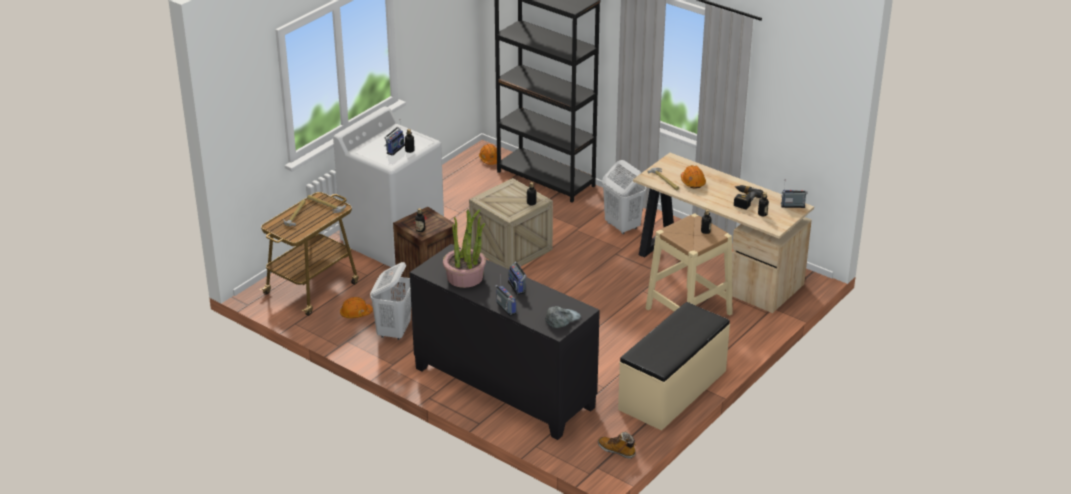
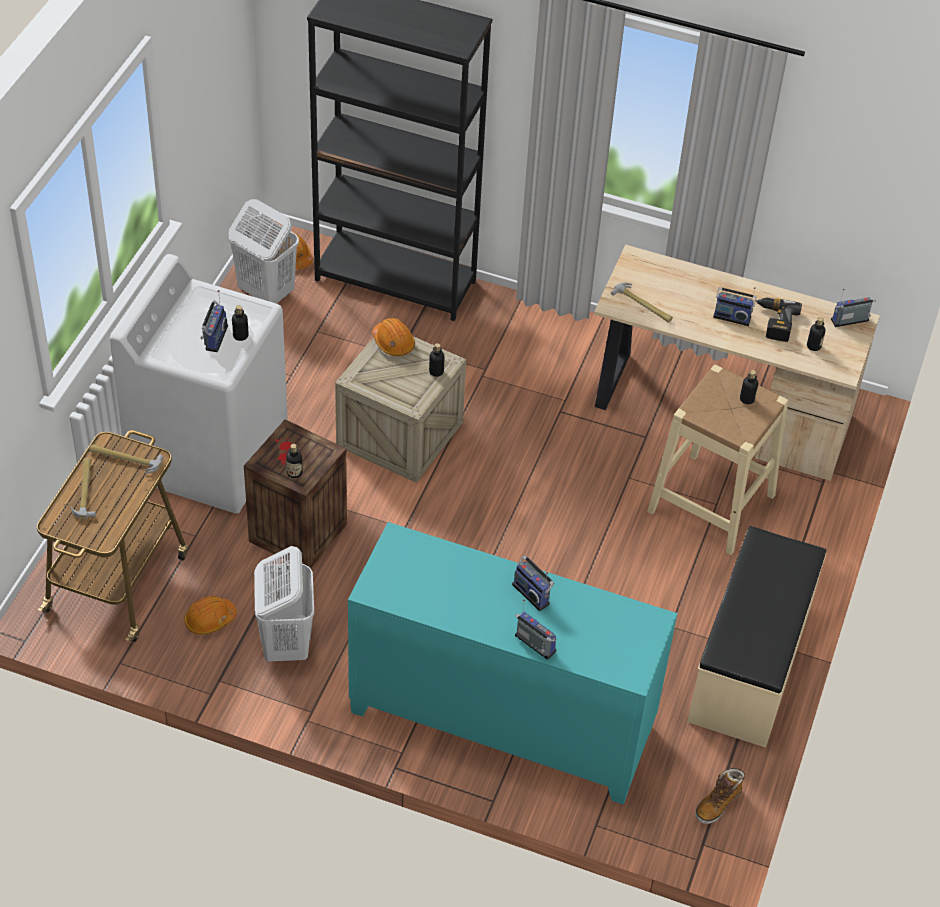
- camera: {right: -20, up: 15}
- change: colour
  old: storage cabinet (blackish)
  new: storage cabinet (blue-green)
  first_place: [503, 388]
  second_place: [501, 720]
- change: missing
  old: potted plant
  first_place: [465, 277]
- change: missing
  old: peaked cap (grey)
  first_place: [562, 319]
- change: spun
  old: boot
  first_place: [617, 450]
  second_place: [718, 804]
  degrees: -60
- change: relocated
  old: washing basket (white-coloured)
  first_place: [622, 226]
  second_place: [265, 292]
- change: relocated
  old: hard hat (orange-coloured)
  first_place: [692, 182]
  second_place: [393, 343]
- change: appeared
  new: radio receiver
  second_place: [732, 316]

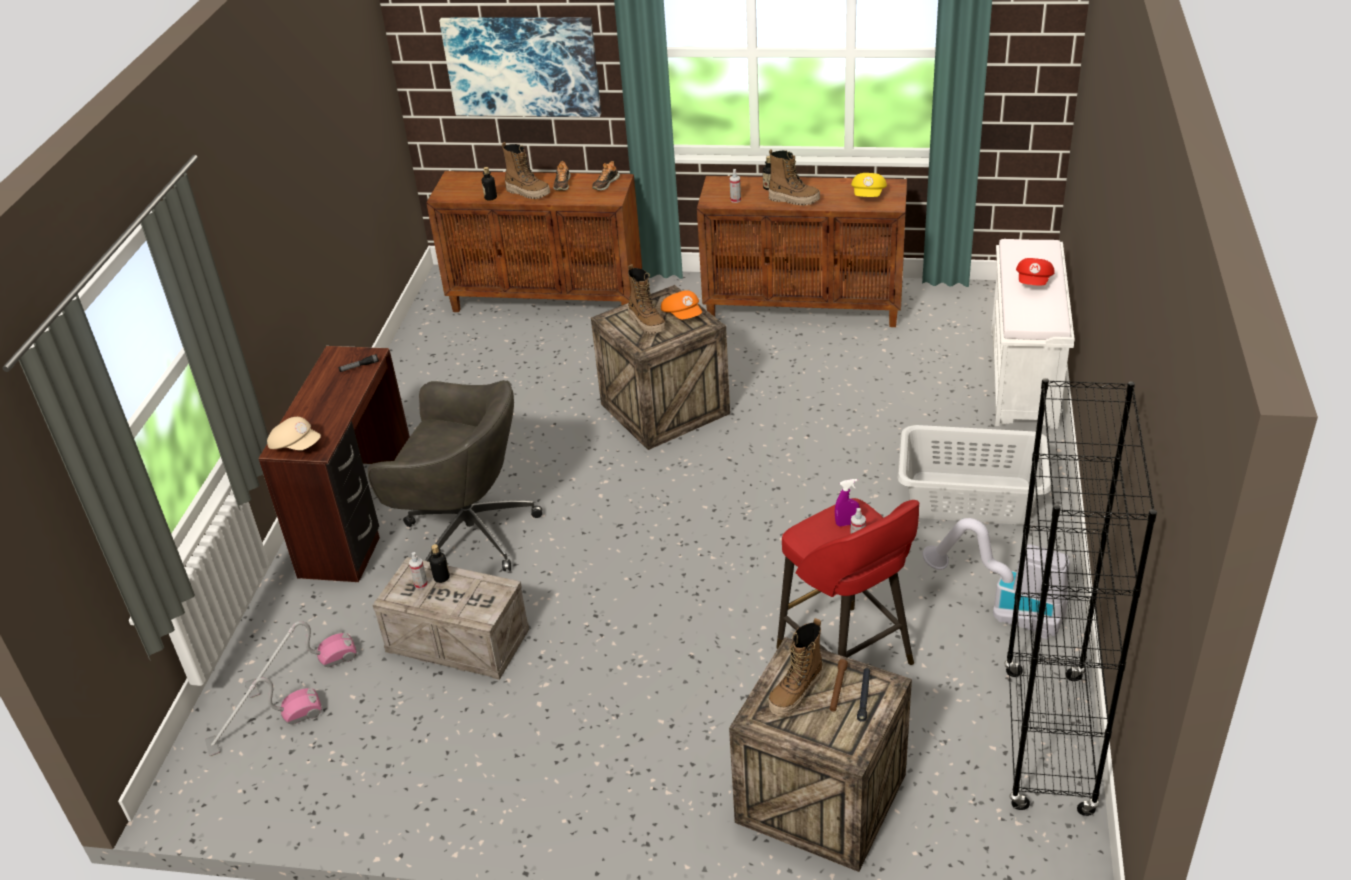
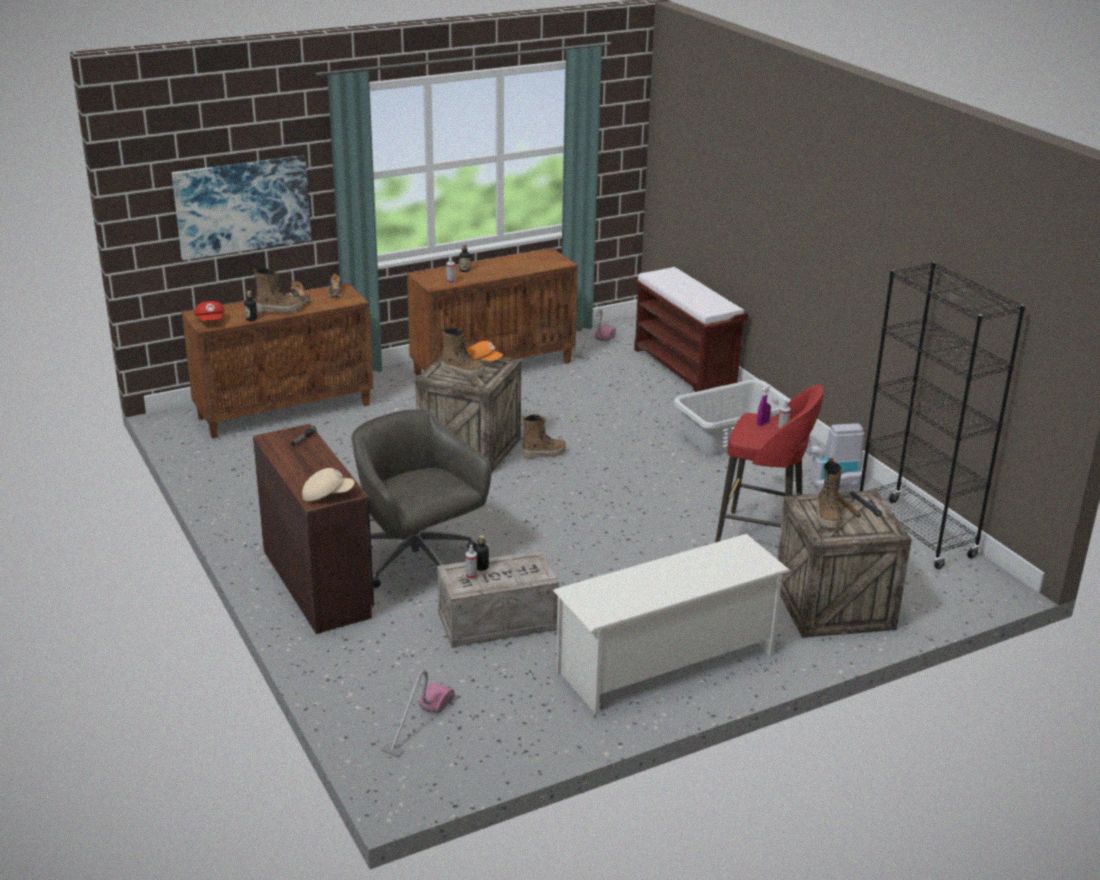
- camera: {right: -40, up: -10}
- change: relocated
  old: vacuum
  first_place: [302, 670]
  second_place: [595, 346]
- change: spun
  old: desk chair (grey)
  first_place: [467, 533]
  second_place: [418, 562]
  degrees: -105
- change: relocated
  old: boot
  first_place: [794, 199]
  second_place: [544, 453]
- change: missing
  old: peaked cap (yellowish)
  first_place: [869, 195]
- change: colour
  old: bench (white-coloured)
  new: bench (brown-coloured)
  first_place: [1024, 378]
  second_place: [685, 369]
- change: relocated
  old: peaked cap (red)
  first_place: [1034, 282]
  second_place: [211, 321]
- change: appeared
  new: shoe shelf (white-coloured)
  second_place: [667, 663]

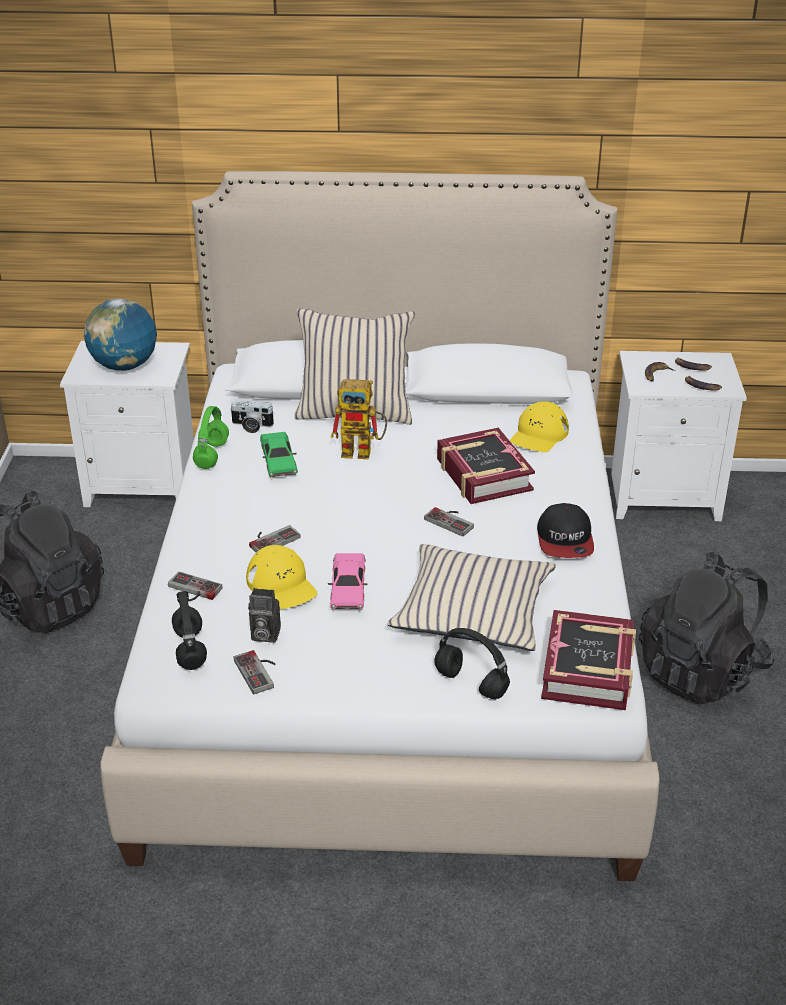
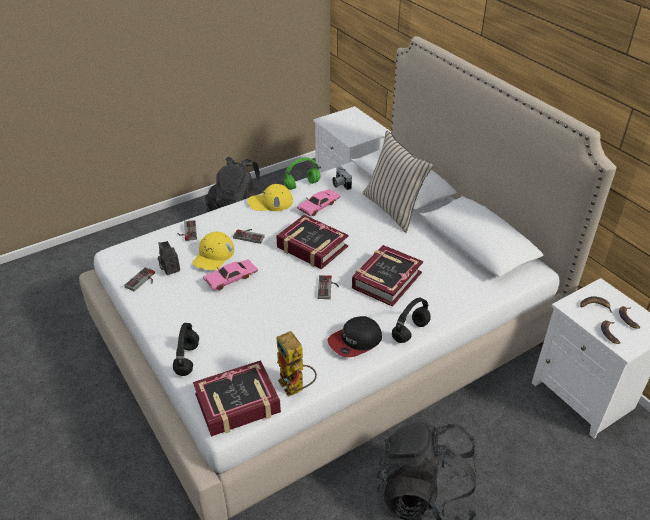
- camera: {right: 55, up: 5}
- change: missing
  old: globe
  first_place: [124, 366]
- change: relocated
  old: pair of headphones (blackish)
  first_place: [191, 650]
  second_place: [410, 332]
- change: colour
  old: toy car (green-coloured)
  new: toy car (pink)
  first_place: [278, 461]
  second_place: [319, 206]
- change: relocated
  old: model robot
  first_place: [363, 451]
  second_place: [296, 388]
- change: missing
  old: throw pillow (sand-coloured)
  first_place: [473, 611]
- change: relocated
  old: peaked cap (yellowish)
  first_place: [539, 435]
  second_place: [270, 202]
- change: appeared
  new: bound book
  second_place: [312, 247]

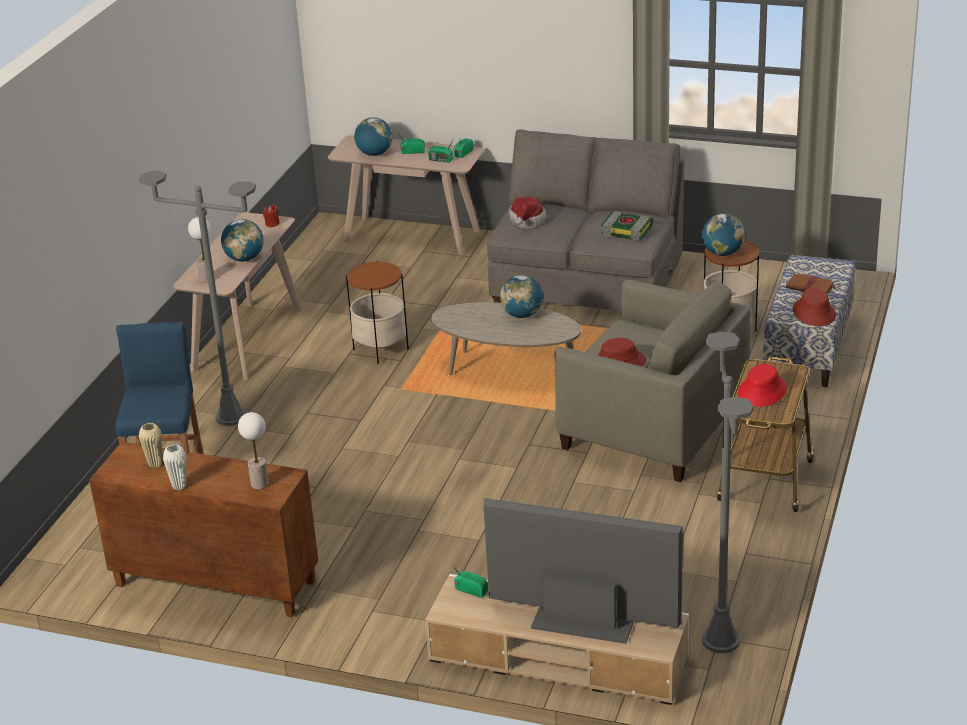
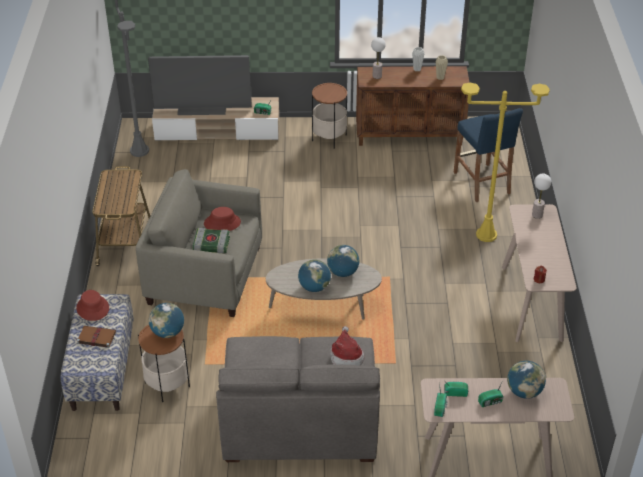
- camera: {right: 160, up: 10}
- change: colour
  old: standing lamp (grey)
  new: standing lamp (yellowish)
  first_place: [231, 417]
  second_place: [486, 235]
- change: relocated
  old: globe
  first_place: [244, 258]
  second_place: [342, 272]
- change: relocated
  old: accent table
  first_place: [380, 349]
  second_place: [329, 138]
- change: relocated
  old: bound book
  first_place: [628, 231]
  second_place: [211, 245]
- change: missing
  old: clothing hat (red)
  first_place: [762, 391]

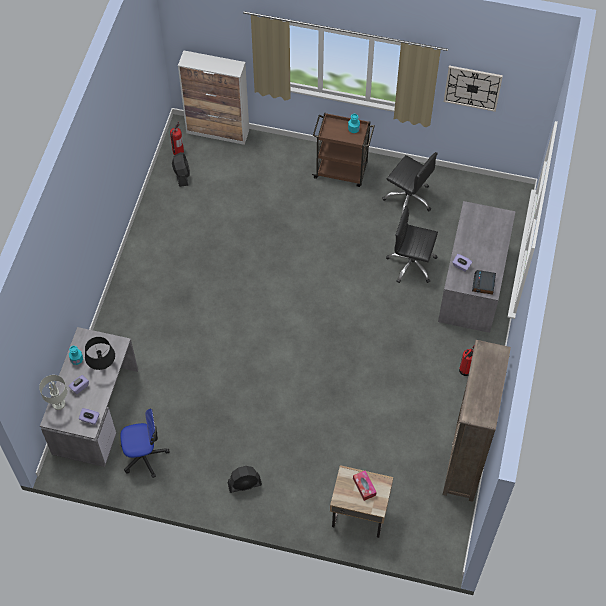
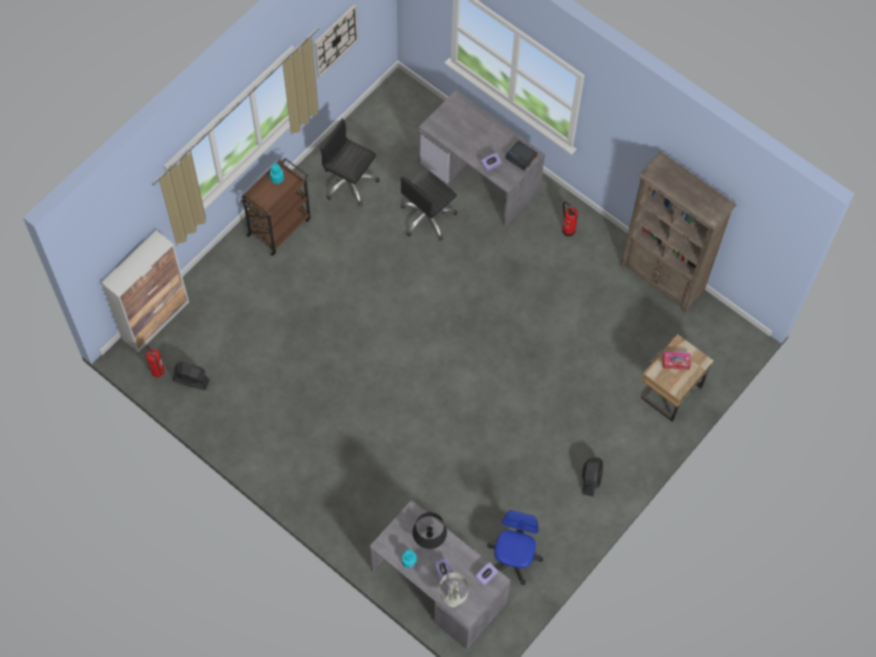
- camera: {right: -65, up: 5}
- change: spun
  old: desk chair (blackish)
  first_place: [408, 198]
  second_place: [349, 183]
  degrees: -120

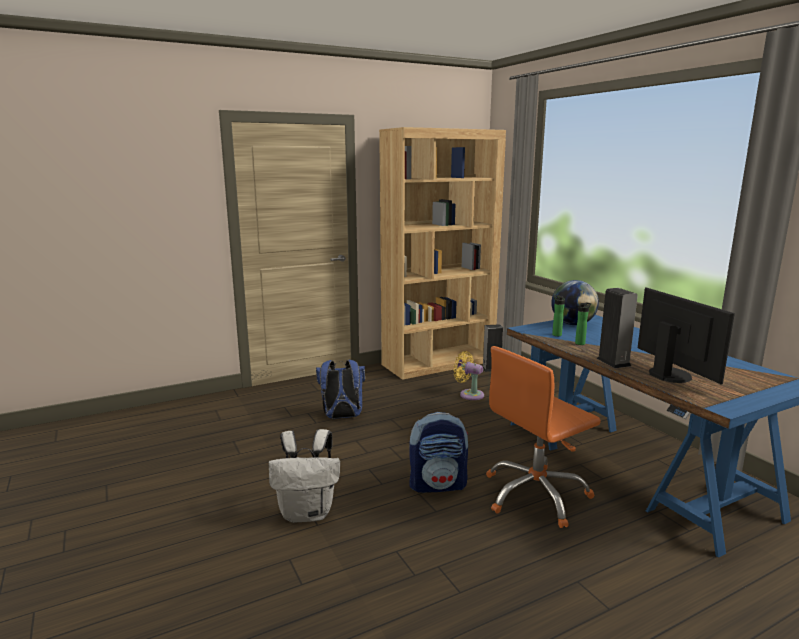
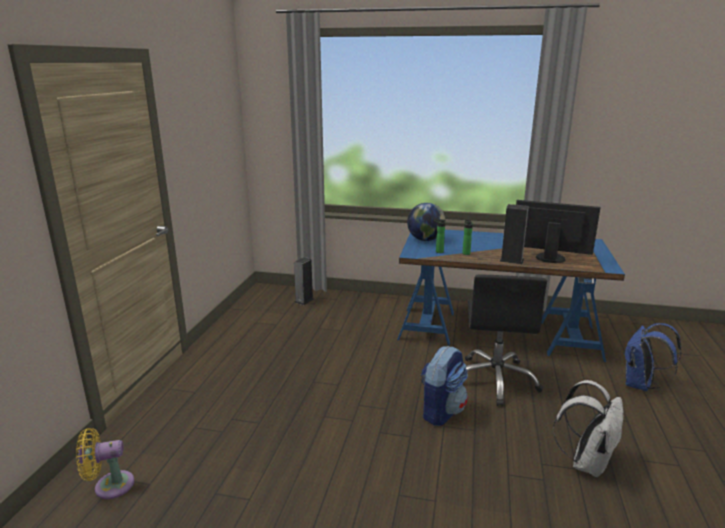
- camera: {right: -50, up: 5}
- change: relocated
  old: knapsack (white-coloured)
  first_place: [308, 513]
  second_place: [586, 462]
- change: relocated
  old: knapsack (bluish)
  first_place: [341, 417]
  second_place: [640, 385]
- change: missing
  old: bookshelf (brown-coloured)
  first_place: [438, 363]
- change: relocated
  old: fan (yellowish)
  first_place: [469, 394]
  second_place: [110, 486]
- change: colour
  old: desk chair (orange-coloured)
  new: desk chair (blackish)
  first_place: [536, 495]
  second_place: [495, 380]

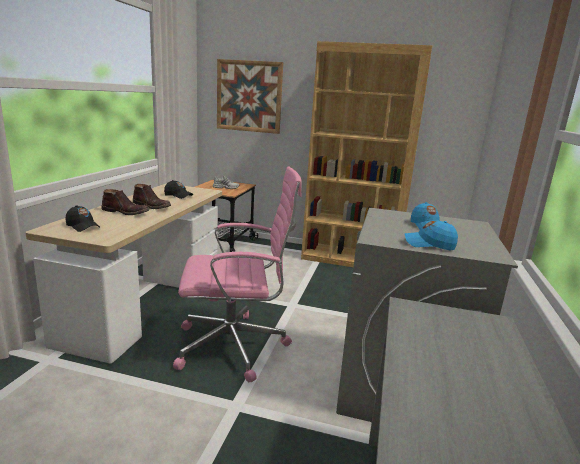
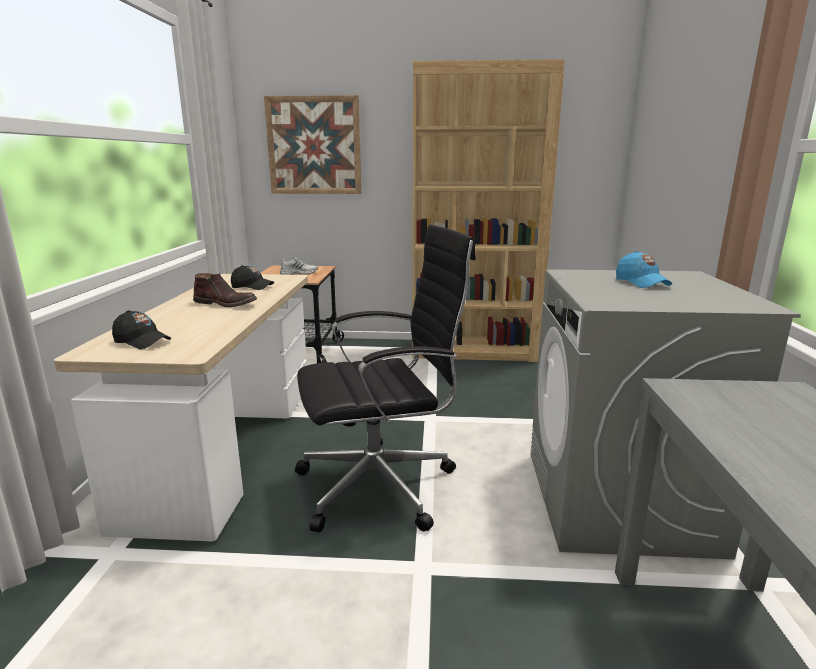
- camera: {right: -10, up: 0}
- change: missing
  old: boot (brown-coloured)
  first_place: [126, 212]
- change: colour
  old: desk chair (pink)
  new: desk chair (blackish)
  first_place: [235, 346]
  second_place: [381, 485]
- change: missing
  old: peaked cap (bluish)
  first_place: [429, 244]

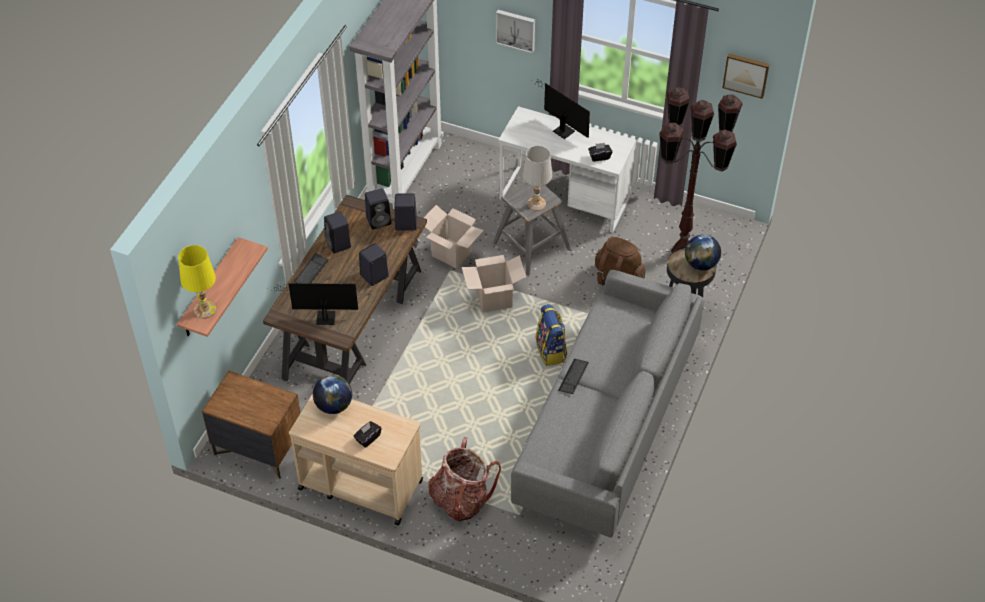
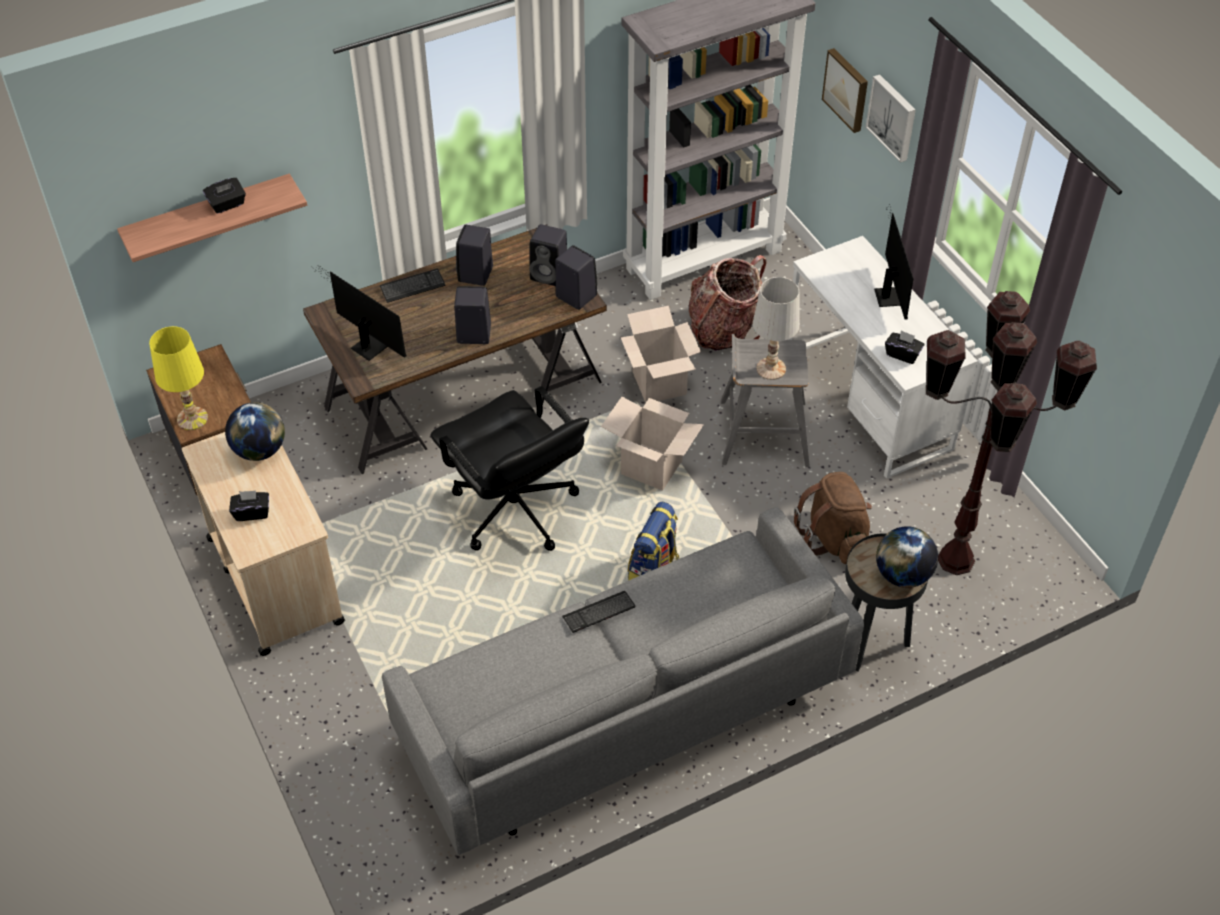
- camera: {right: 40, up: 0}
- change: relocated
  old: table lamp (yellowish)
  first_place: [205, 310]
  second_place: [192, 419]
- change: relocated
  old: knapsack
  first_place: [460, 499]
  second_place: [724, 330]
- change: relocated
  old: wall art
  first_place: [746, 74]
  second_place: [847, 89]
- change: appeared
  new: box of tissues (blackish)
  second_place: [227, 204]
- change: appeared
  new: desk chair (blackish)
  second_place: [514, 511]

